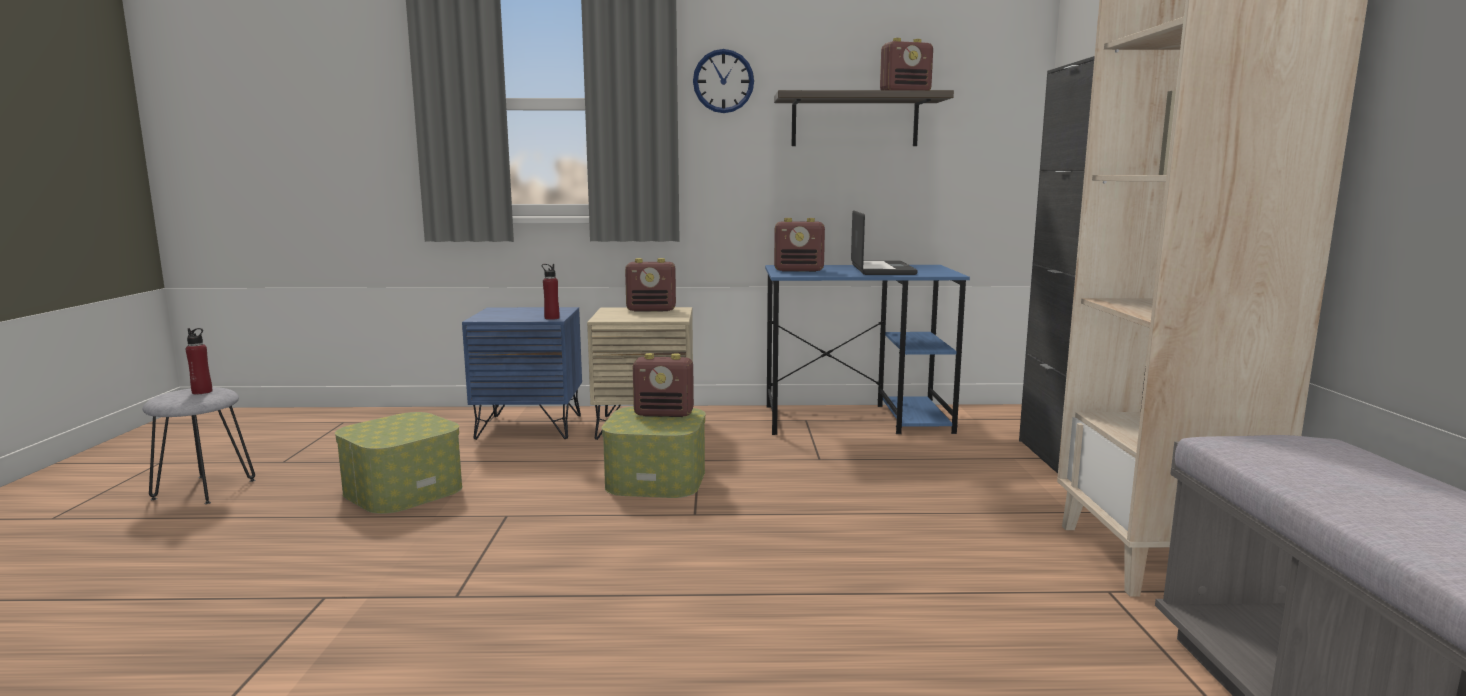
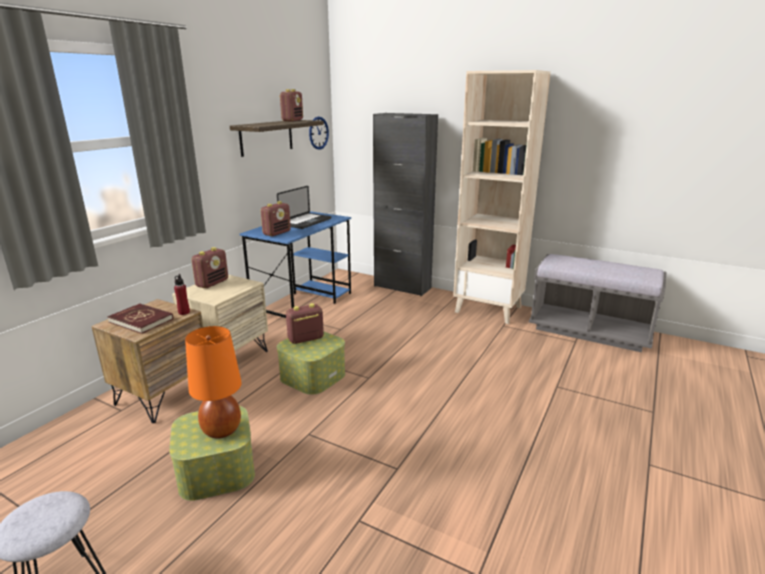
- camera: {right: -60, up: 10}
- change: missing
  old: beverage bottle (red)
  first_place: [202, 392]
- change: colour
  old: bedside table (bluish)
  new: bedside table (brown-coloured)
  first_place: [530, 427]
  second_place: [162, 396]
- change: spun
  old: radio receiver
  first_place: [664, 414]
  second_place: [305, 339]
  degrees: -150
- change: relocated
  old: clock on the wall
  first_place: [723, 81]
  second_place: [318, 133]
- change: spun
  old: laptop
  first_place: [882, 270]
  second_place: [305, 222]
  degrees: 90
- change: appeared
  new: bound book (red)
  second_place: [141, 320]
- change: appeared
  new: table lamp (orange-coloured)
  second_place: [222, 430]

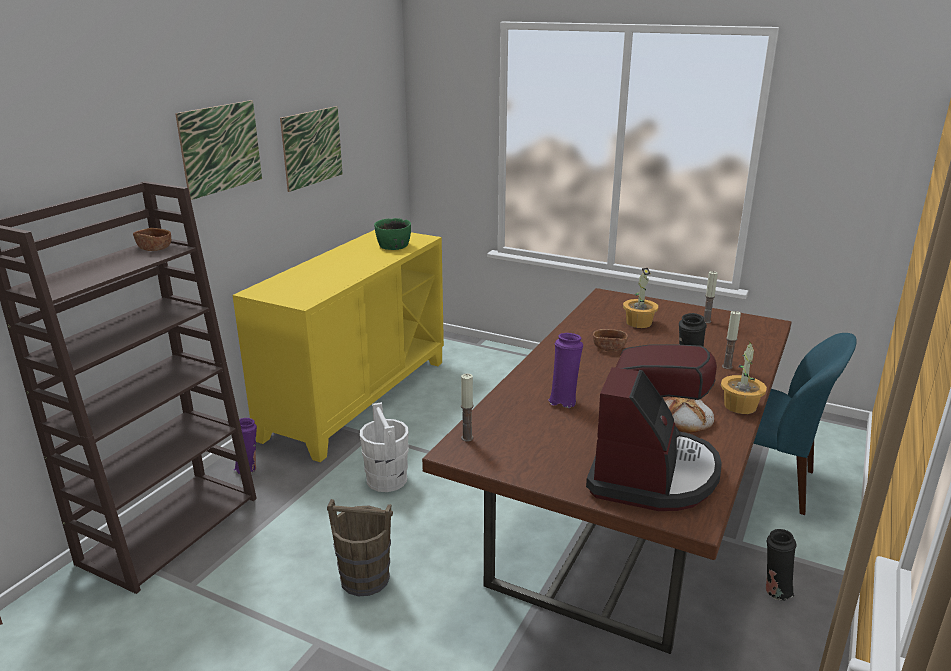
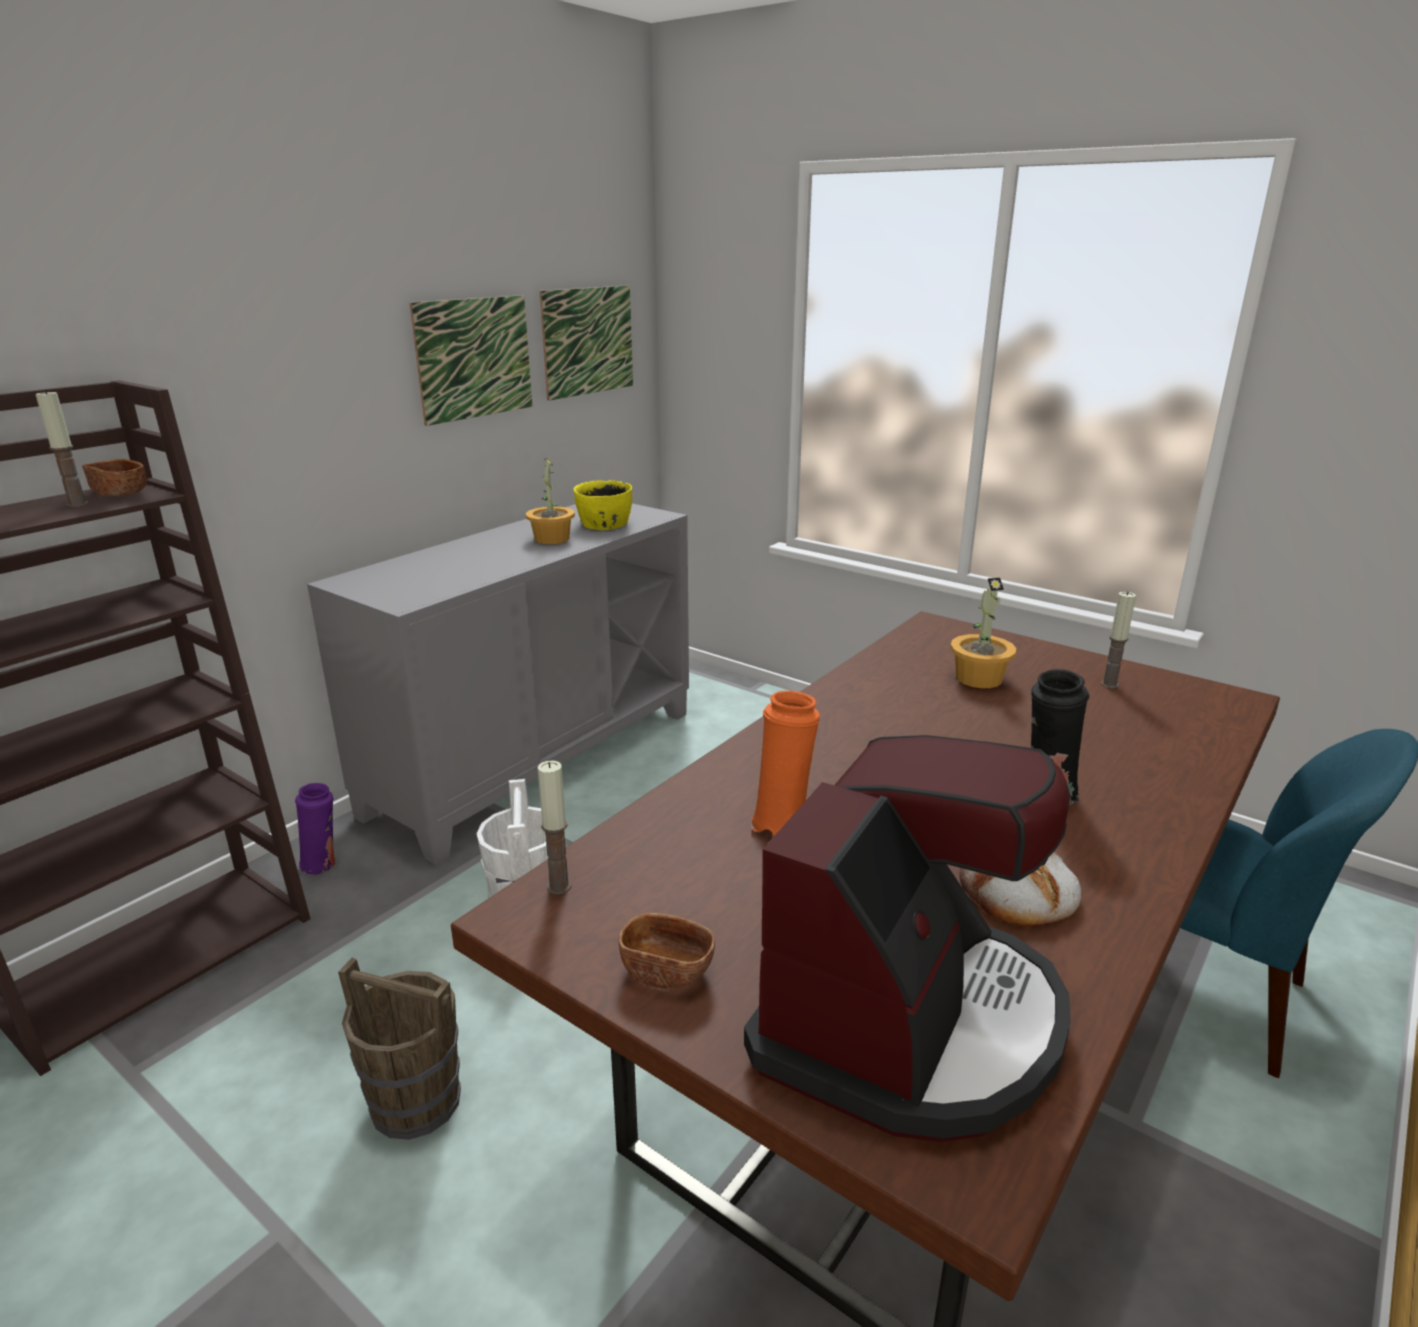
- camera: {right: 10, up: 0}
- change: relocated
  old: wall art
  first_place: [221, 148]
  second_place: [588, 341]
- change: colour
  old: storage cabinet (yellowish)
  new: storage cabinet (grey)
  first_place: [356, 398]
  second_place: [535, 761]
- change: colour
  old: serving bowl (green-coloured)
  new: serving bowl (yellowish)
  first_place: [393, 246]
  second_place: [604, 524]
- change: colour
  old: vase (purple)
  new: vase (orange-coloured)
  first_place: [563, 401]
  second_place: [782, 823]
- change: relocated
  old: serving bowl (brown-coloured)
  first_place: [609, 348]
  second_place: [667, 971]
- change: relocated
  old: potted plant
  first_place: [739, 406]
  second_place: [551, 539]
- change: relocated
  old: wax light
  first_place: [727, 366]
  second_place: [77, 504]
- change: missing
  old: vase (blackish)
  first_place: [775, 590]

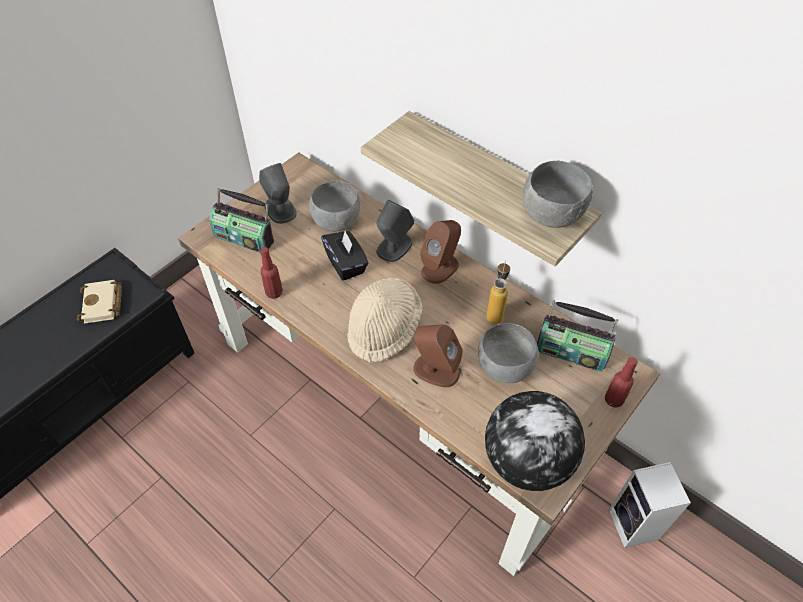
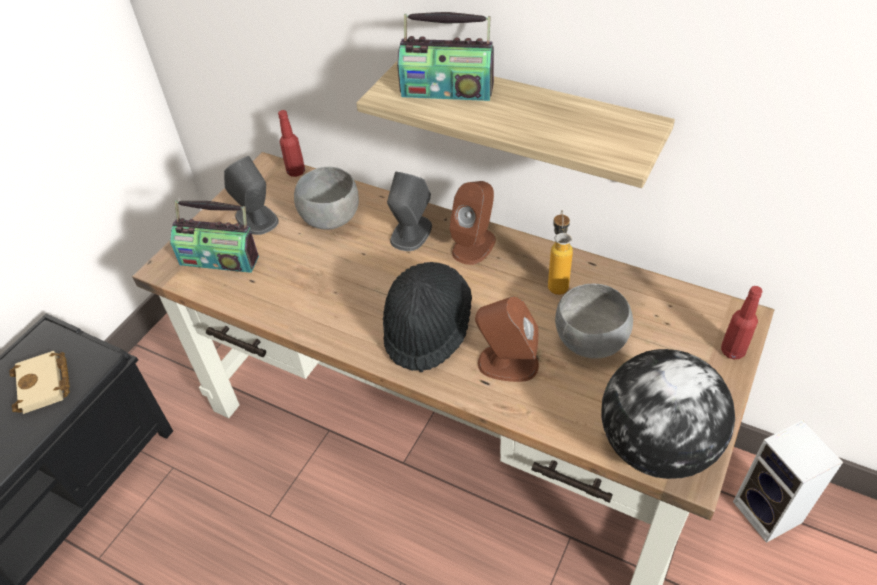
- camera: {right: -10, up: -5}
- change: relocated
  old: beverage bottle (red)
  first_place: [274, 293]
  second_place: [296, 172]
- change: missing
  old: box of tissues (blackish)
  first_place: [346, 264]
- change: colour
  old: clothing hat (sand-coloured)
  new: clothing hat (blackish)
  first_place: [384, 329]
  second_place: [427, 329]
- change: missing
  old: serving bowl (grey)
  first_place: [553, 215]
- change: relocated
  old: radio receiver
  first_place: [571, 351]
  second_place: [447, 89]

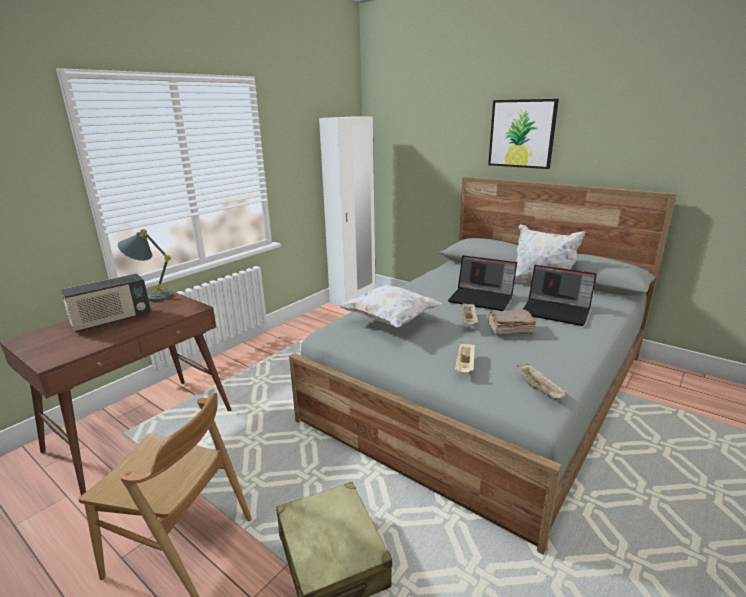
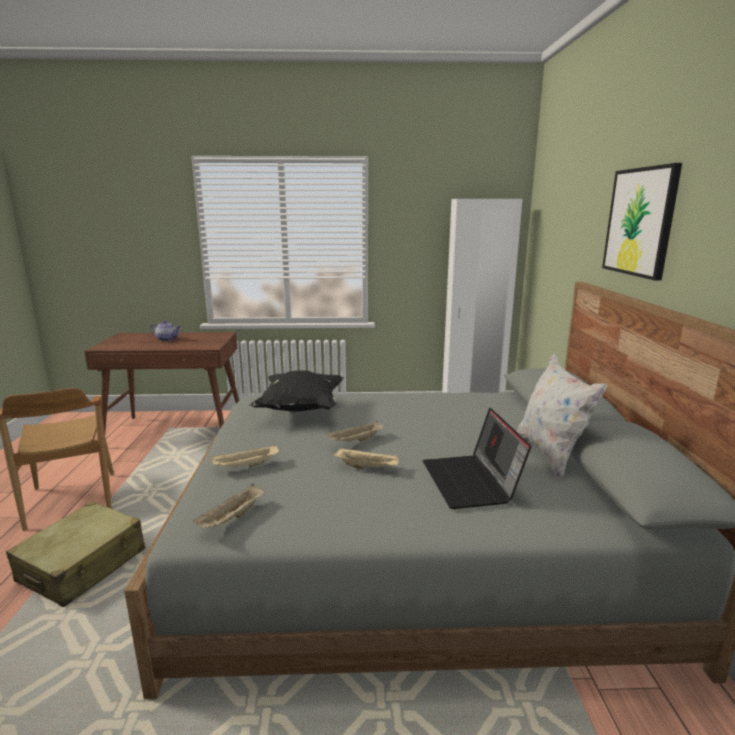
- camera: {right: 50, up: -5}
- change: exchanged
  old: radio receiver
  new: pot for tea
  first_place: [112, 321]
  second_place: [167, 339]
- change: missing
  old: table lamp (grey)
  first_place: [151, 296]
- change: colour
  old: throw pillow (white-coloured)
  new: throw pillow (blackish)
  first_place: [391, 320]
  second_place: [300, 408]
- change: missing
  old: laptop
  first_place: [482, 299]
- change: exchanged
  old: bound book (brown-coloured)
  new: carrying tray (sand-coloured)
  first_place: [509, 330]
  second_place: [368, 467]

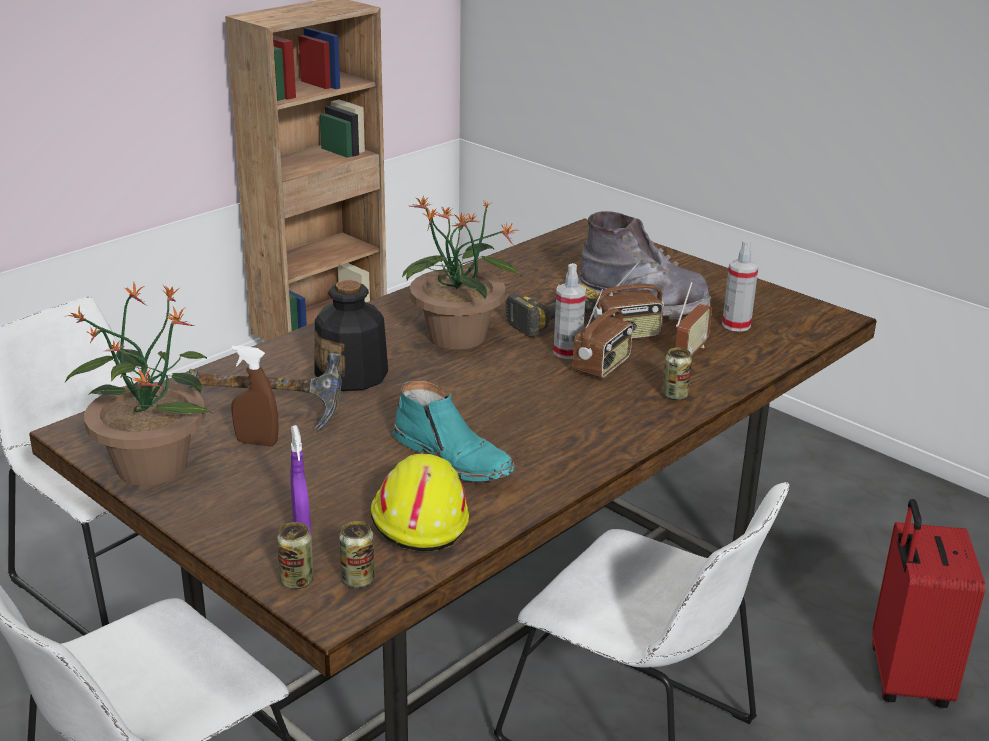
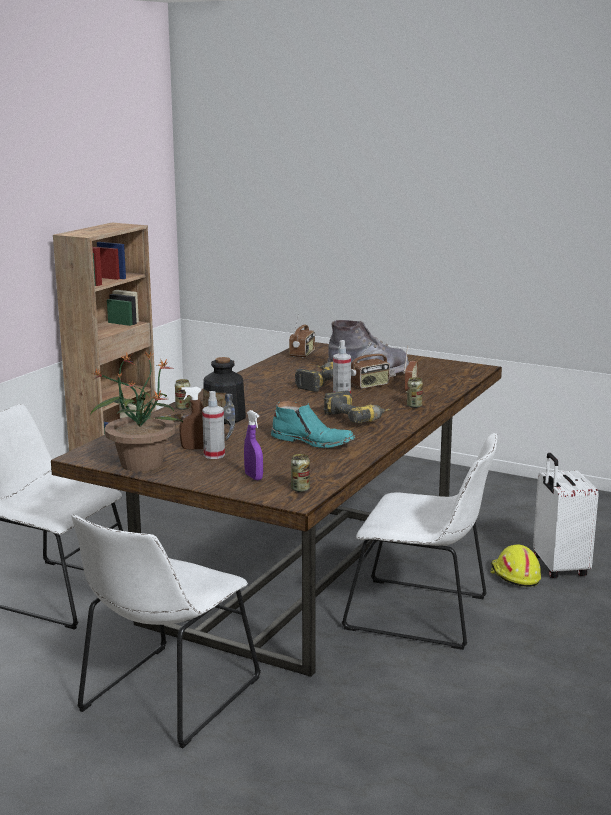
- camera: {right: -15, up: -10}
- change: relocated
  old: can
  first_place: [297, 581]
  second_place: [183, 408]
- change: relocated
  old: hard hat (yellowish)
  first_place: [418, 518]
  second_place: [514, 576]
- change: missing
  old: potted plant
  first_place: [457, 338]
- change: relocated
  old: radio receiver
  first_place: [602, 366]
  second_place: [302, 354]
- change: relocated
  old: sprayer
  first_place: [736, 325]
  second_place: [214, 455]
- change: colour
  old: travel case (red)
  new: travel case (white-coloured)
  first_place: [905, 678]
  second_place: [558, 567]
- change: appeared
  new: power drill
  second_place: [358, 418]

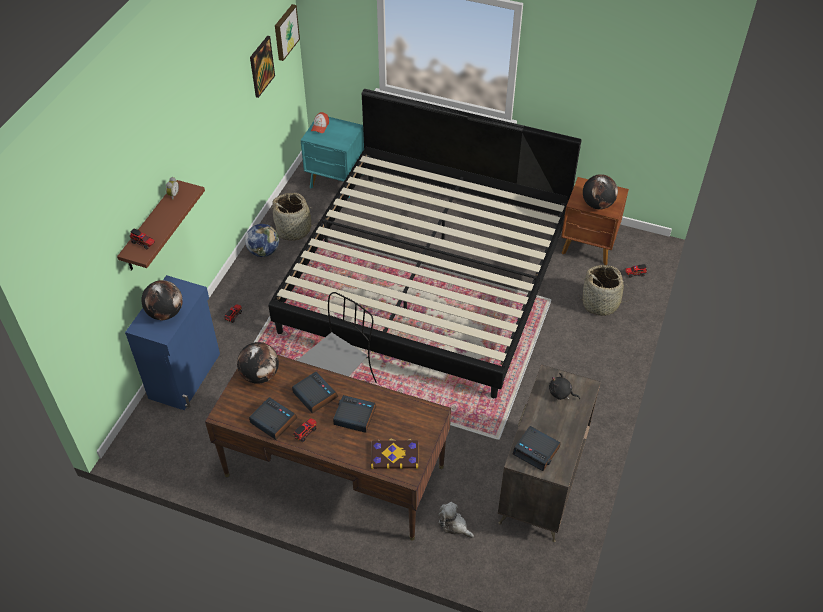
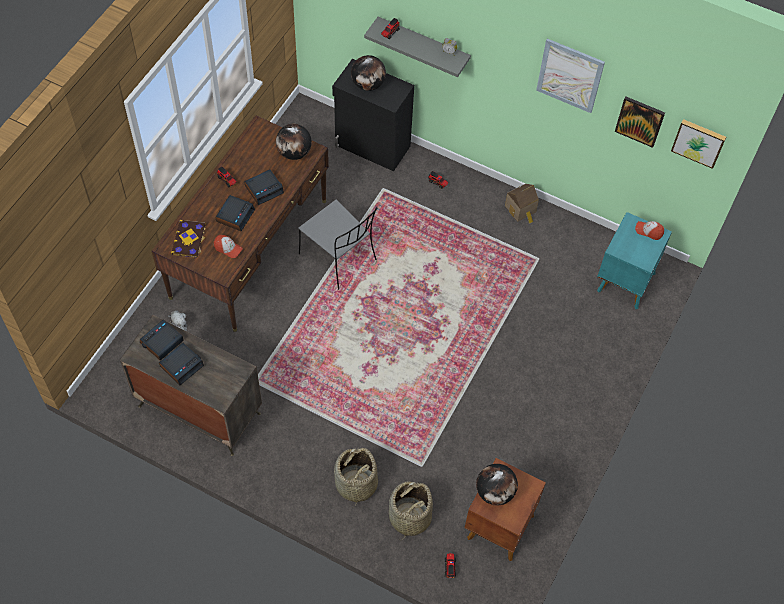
- camera: {right: 95, up: 10}
- change: colour
  old: bracket shelf (brown-coloured)
  new: bracket shelf (grey)
  first_place: [151, 228]
  second_place: [423, 45]
- change: colour
  old: storage cabinet (bluish)
  new: storage cabinet (blackish)
  first_place: [186, 375]
  second_place: [372, 146]
- change: exchanged
  old: globe
  new: toy house
  first_place: [264, 251]
  second_place: [521, 210]
- change: relocated
  old: table clock
  first_place: [273, 421]
  second_place: [182, 365]
- change: missing
  old: bedroom bed
  first_place: [427, 276]
- change: relocated
  old: basket
  first_place: [294, 230]
  second_place: [355, 484]
- change: missing
  old: cuddly toy (blackish)
  first_place: [561, 393]
- change: appeared
  new: peaked cap
  second_place: [228, 248]
- change: appeared
  new: wall art
  second_place: [570, 75]

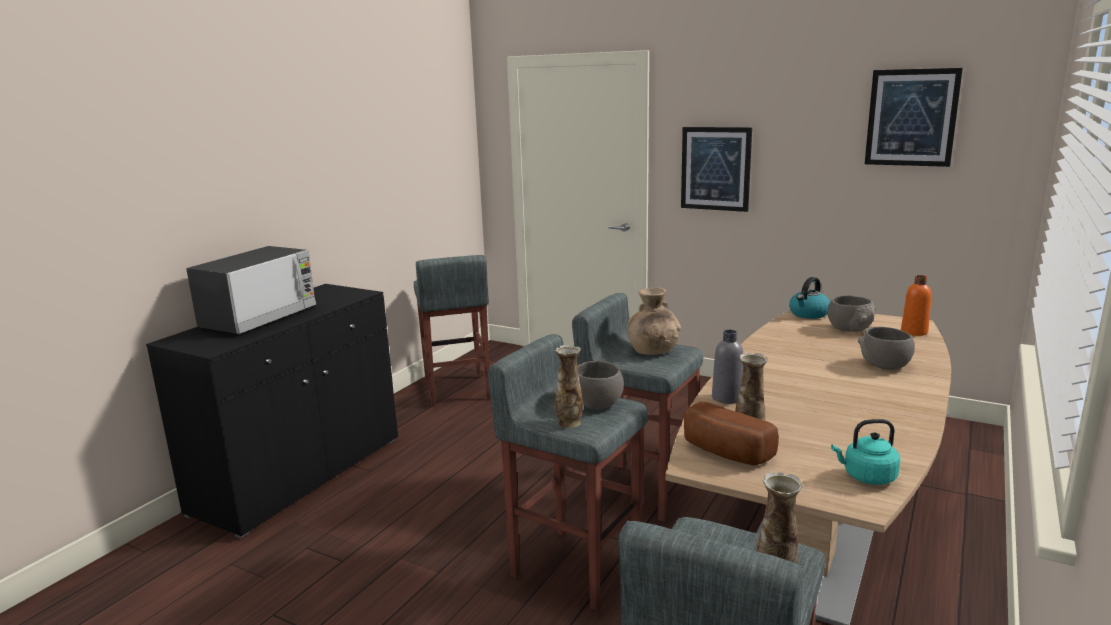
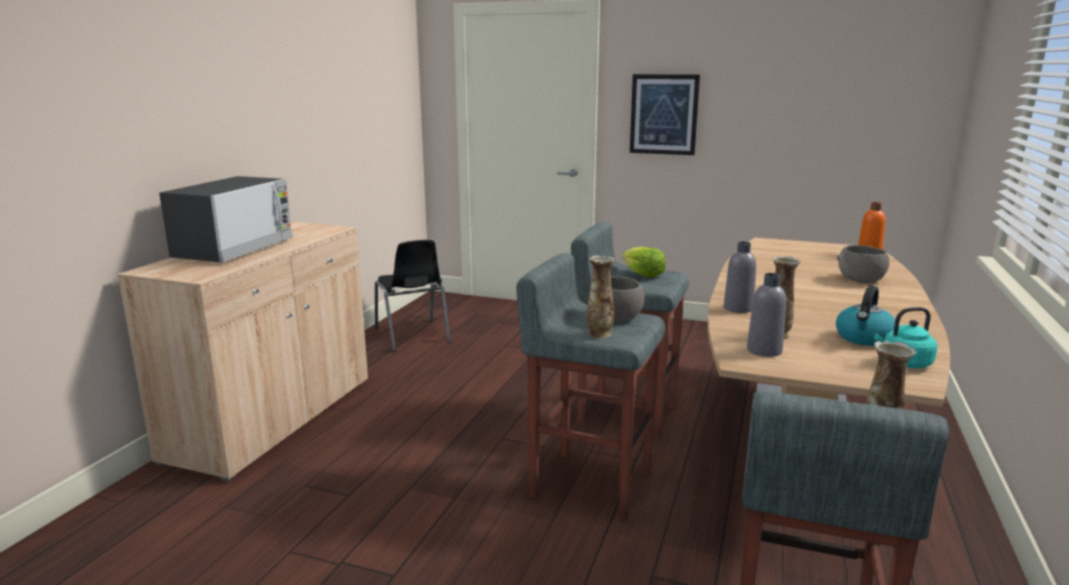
- camera: {right: -10, up: 0}
- change: colour
  old: storage cabinet (blackish)
  new: storage cabinet (sand-coloured)
  first_place: [300, 475]
  second_place: [273, 418]
- change: exchanged
  old: stool (grey)
  new: plain chair (blackish)
  first_place: [456, 391]
  second_place: [412, 336]
- change: exchanged
  old: vase (brown-coloured)
  new: head of lettuce
  first_place: [652, 350]
  second_place: [643, 275]
- change: exchanged
  old: bread
  new: beverage bottle (grey)
  first_place: [724, 453]
  second_place: [764, 350]
- change: relocated
  old: water kettle
  first_place: [808, 314]
  second_place: [864, 338]
- change: missing
  old: serving bowl (grey)
  first_place: [849, 328]
- change: missing
  old: wall art
  first_place: [911, 117]

